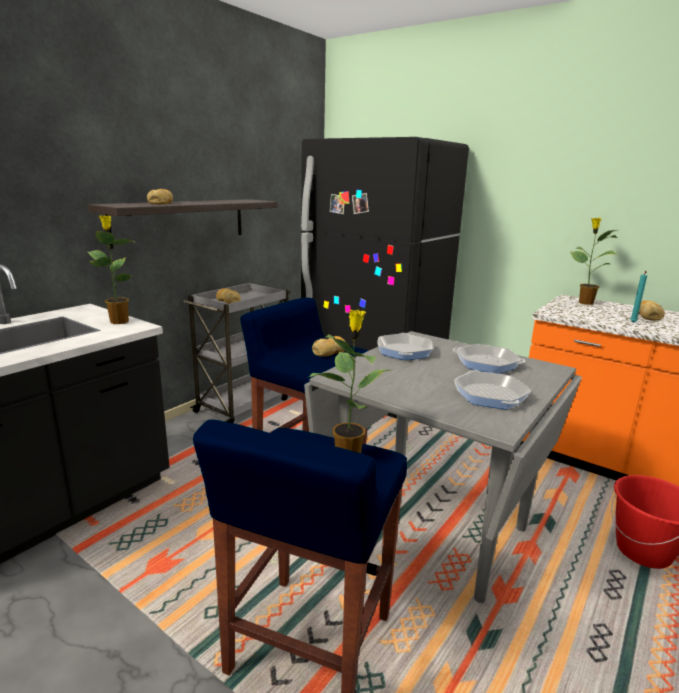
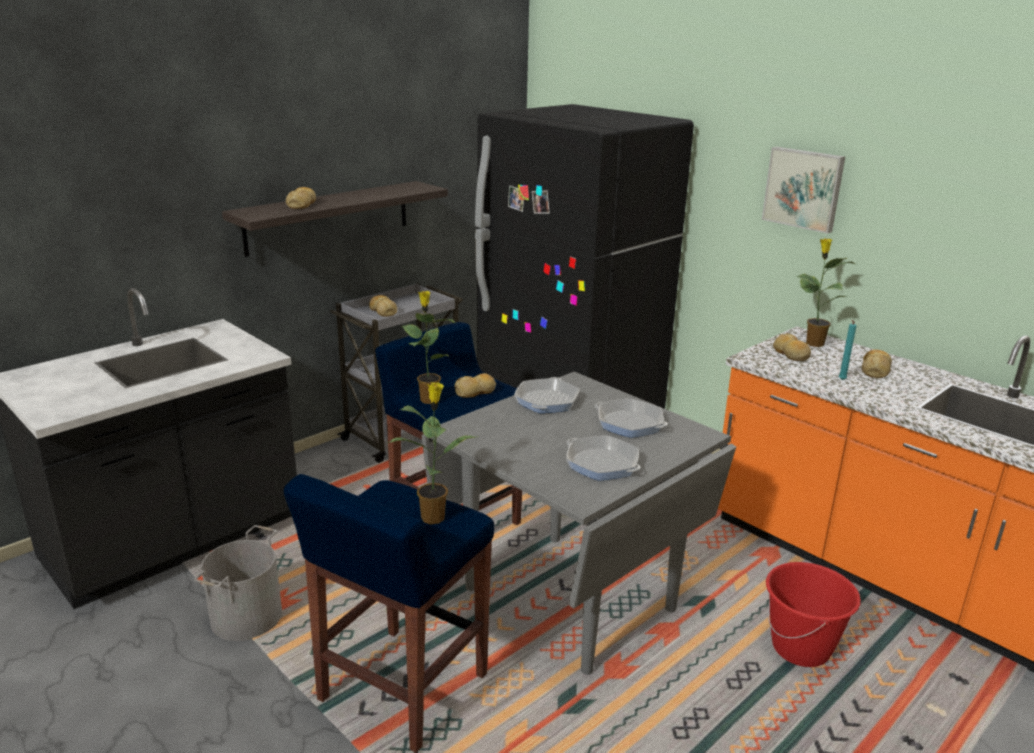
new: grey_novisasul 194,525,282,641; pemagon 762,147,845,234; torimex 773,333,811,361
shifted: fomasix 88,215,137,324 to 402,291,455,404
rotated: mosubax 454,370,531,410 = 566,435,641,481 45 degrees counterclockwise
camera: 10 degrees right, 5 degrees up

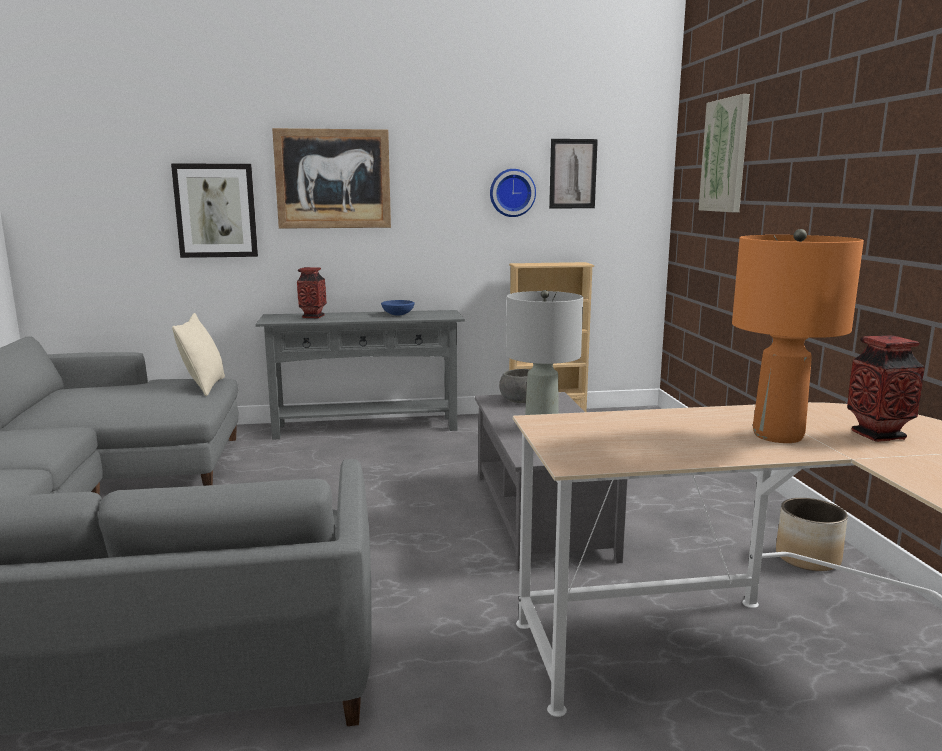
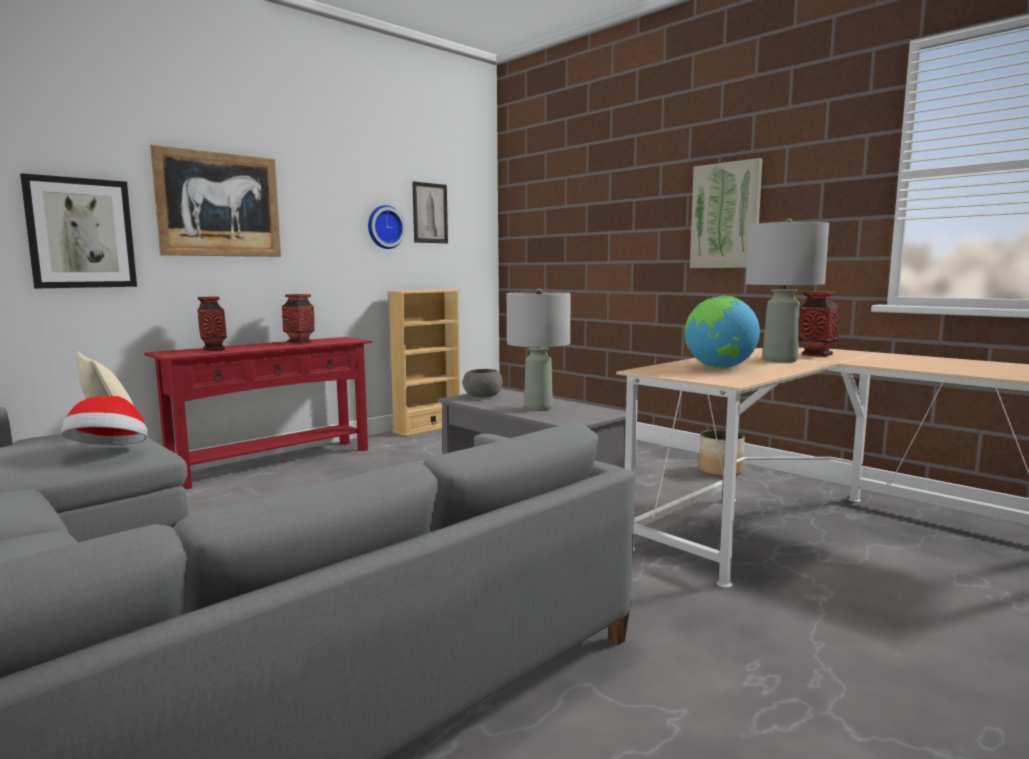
new: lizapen 61,396,147,445; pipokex 685,296,760,369
shifted: pemagon 699,94,750,212 to 690,158,762,268
swapped: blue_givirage 381,300,415,315 to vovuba 282,294,315,344
repainted: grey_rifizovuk 256,310,464,440 to red_rifizovuk 144,337,372,489; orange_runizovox 732,229,864,443 to grey_runizovox 746,219,829,363
camera: 35 degrees left, 5 degrees down

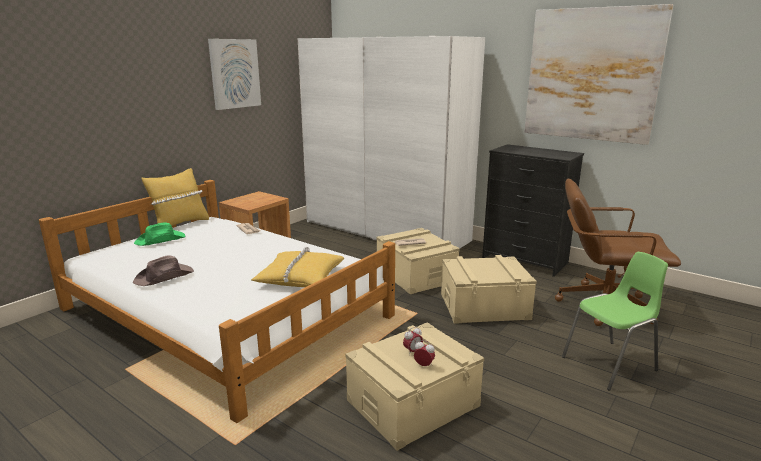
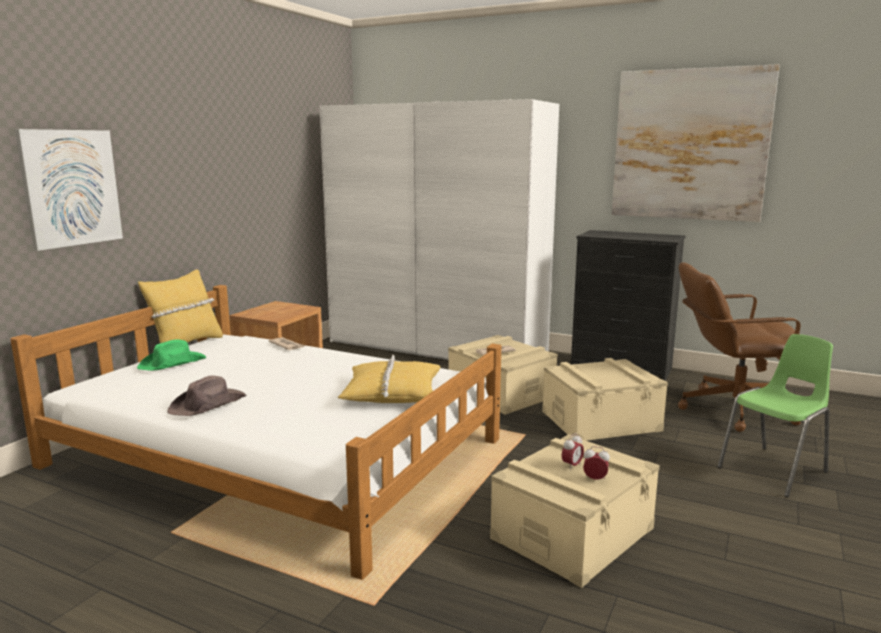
shifted: pemagon 208,39,261,110 to 15,129,123,251
camera: 10 degrees left, 5 degrees down

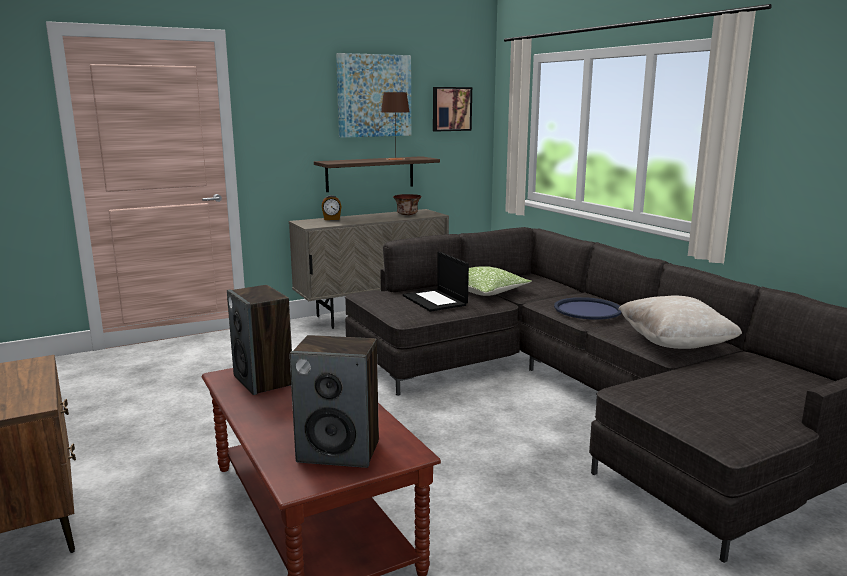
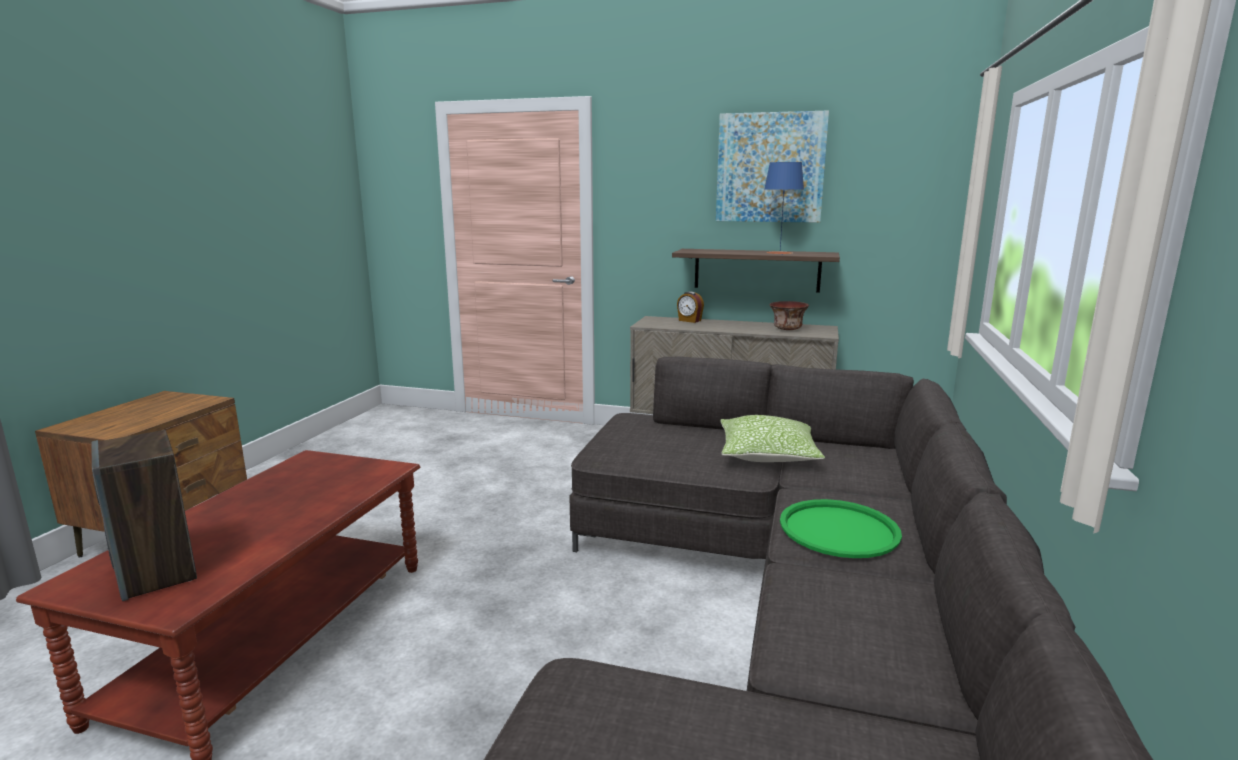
gone: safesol 227,285,292,395; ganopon 403,252,469,312; pemagon 433,87,472,132; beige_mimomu 618,296,742,349
repainted: brown_runizovox 381,92,409,160 to blue_runizovox 764,162,804,254; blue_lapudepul 554,297,622,320 to green_lapudepul 780,499,902,558
camera: 45 degrees right, 0 degrees up

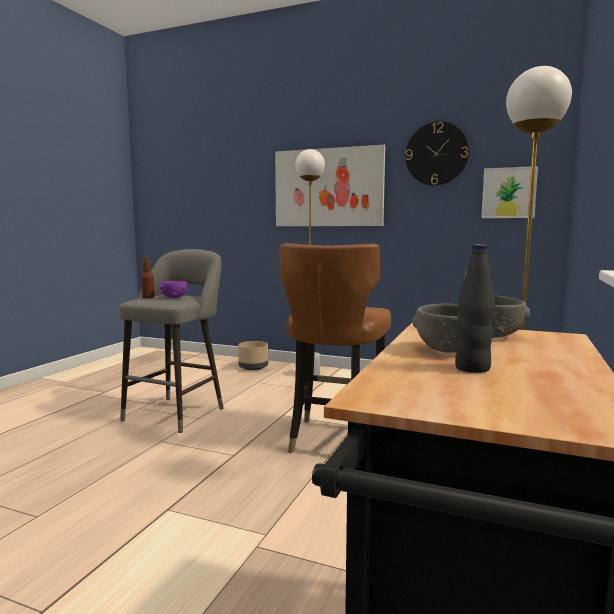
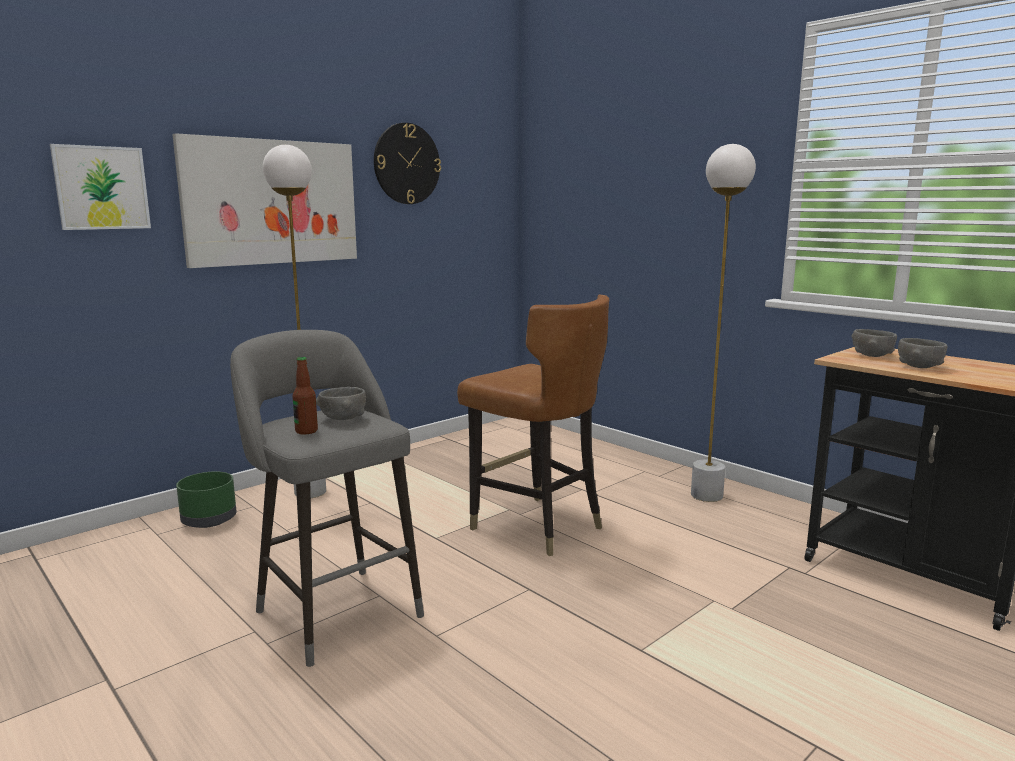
gone: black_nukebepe 455,244,495,373
shifted: pemagon 481,166,538,218 to 50,144,151,230
repainted: purple_givirage 160,281,187,298 to grey_givirage 316,387,366,420; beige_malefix 238,341,268,370 to green_malefix 176,471,236,528
camera: 65 degrees left, 5 degrees up

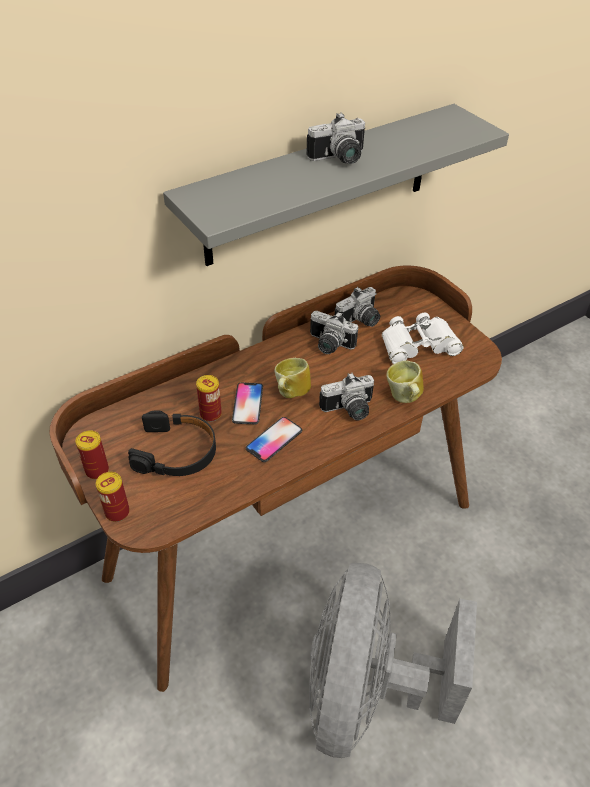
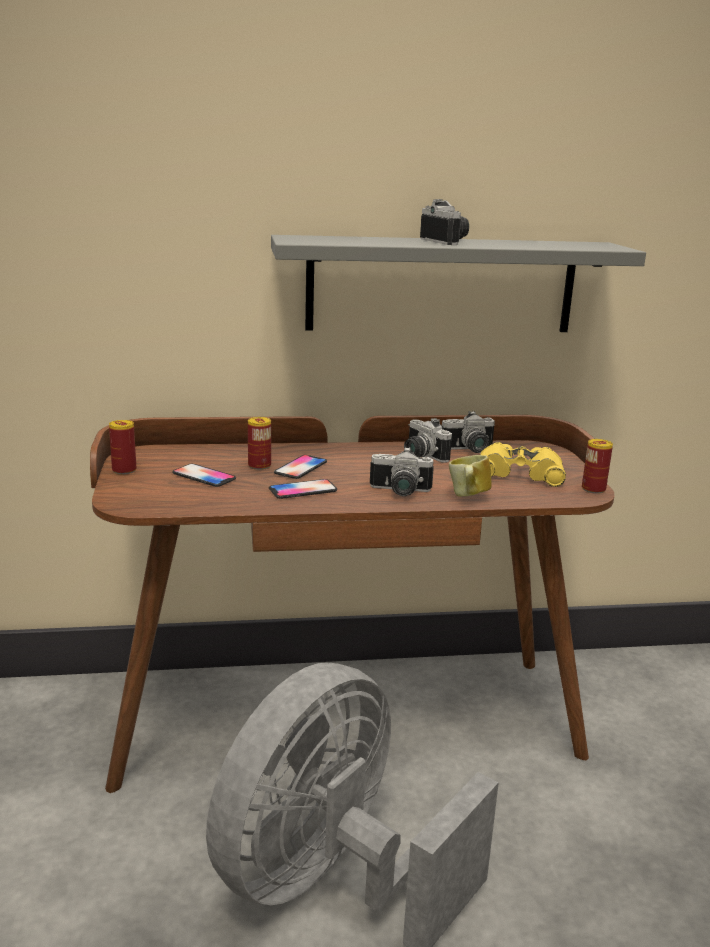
gone: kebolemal 275,358,311,398
shifted: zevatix 96,472,130,522 to 582,439,613,494
swapped: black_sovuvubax 128,411,216,476 to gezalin 172,464,236,487
repainted: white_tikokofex 382,312,464,364 to yellow_tikokofex 480,442,566,487
rotated: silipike 306,112,365,164 = 420,199,469,245 120 degrees counterclockwise
camera: 25 degrees right, 25 degrees down

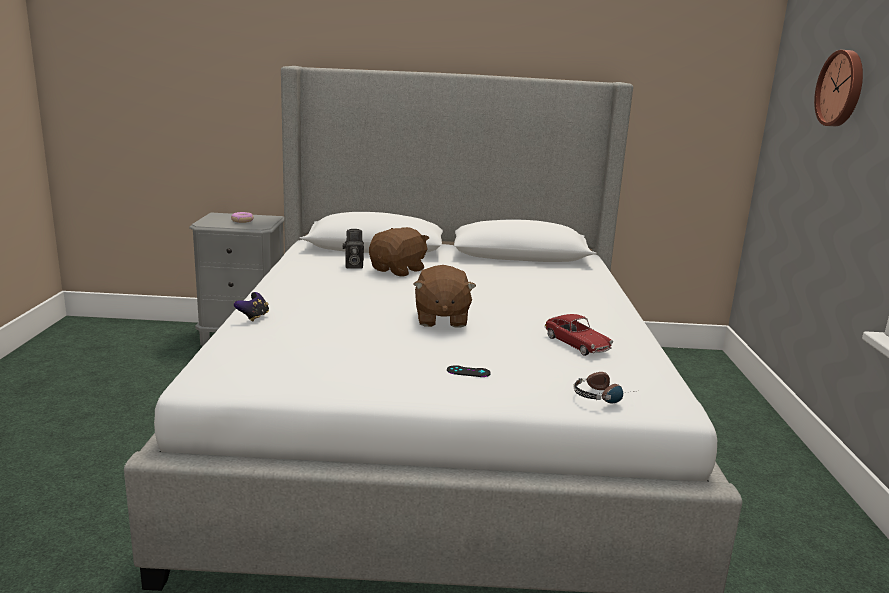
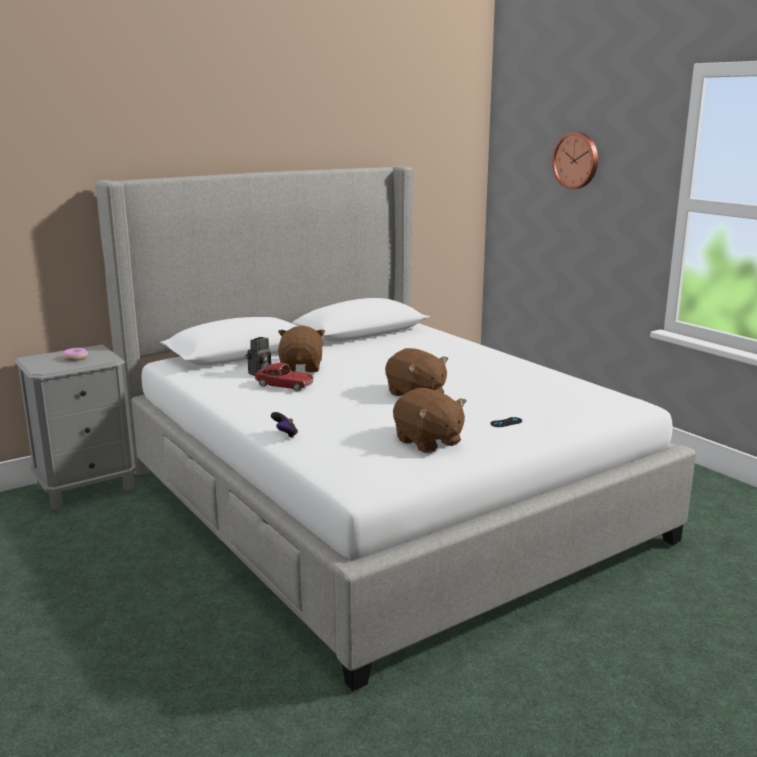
gone: sovuvubax 573,372,635,403
new: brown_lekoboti 393,388,466,453
shifted: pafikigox 545,314,613,356 to 255,363,314,391
camera: 35 degrees left, 0 degrees up

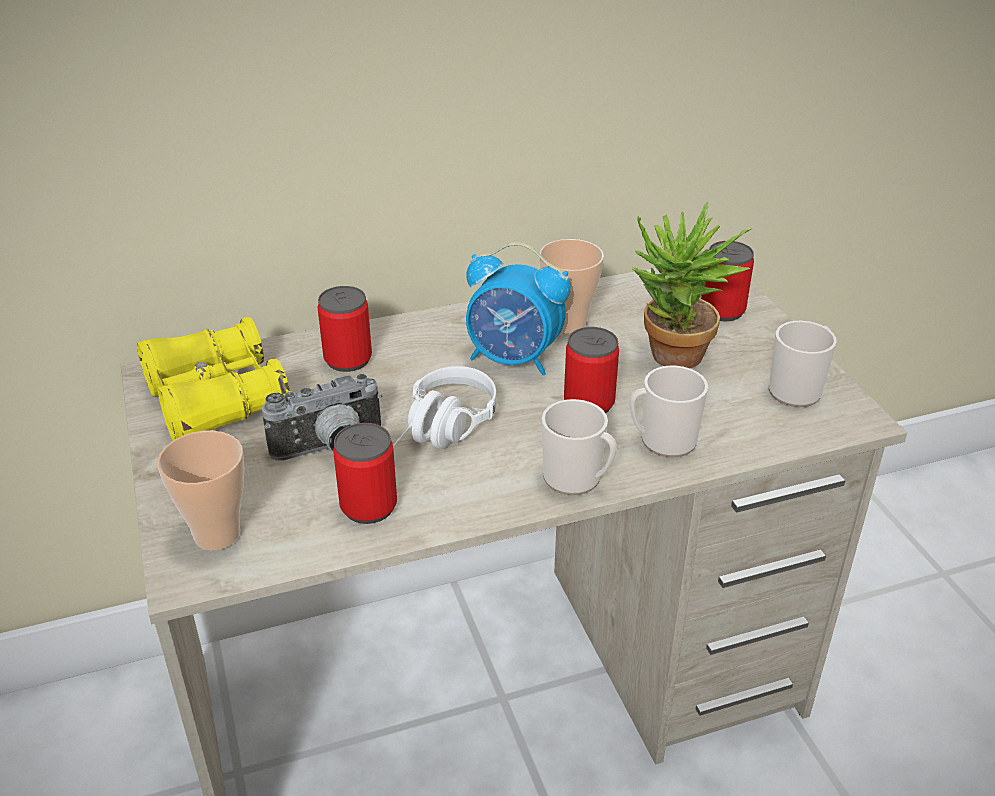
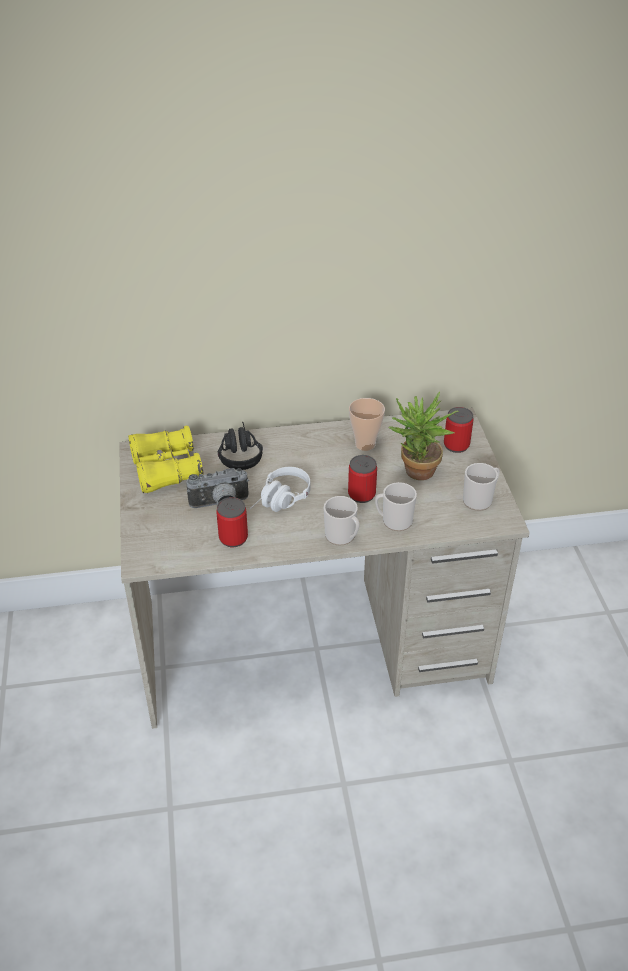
gone: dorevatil 157,431,244,550; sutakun 466,242,571,375
swapped: zevatix 317,286,372,372 to black_sovuvubax 218,422,263,470
camera: 10 degrees right, 5 degrees up

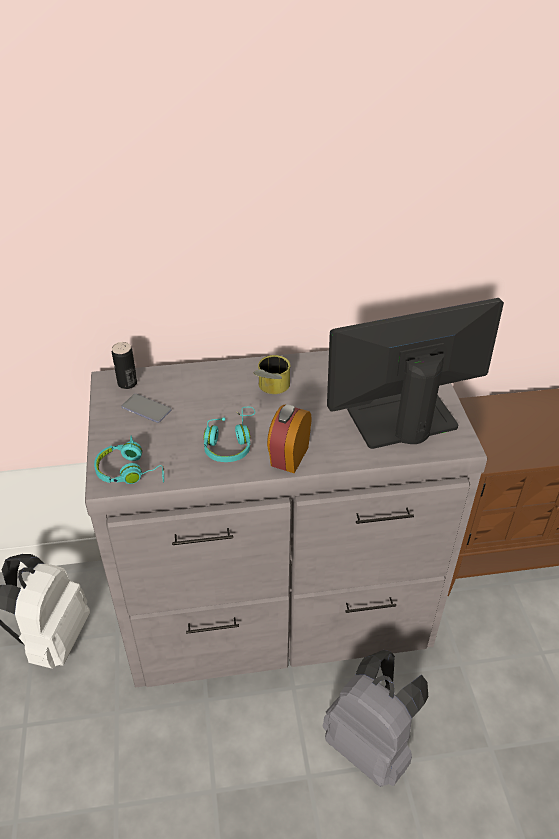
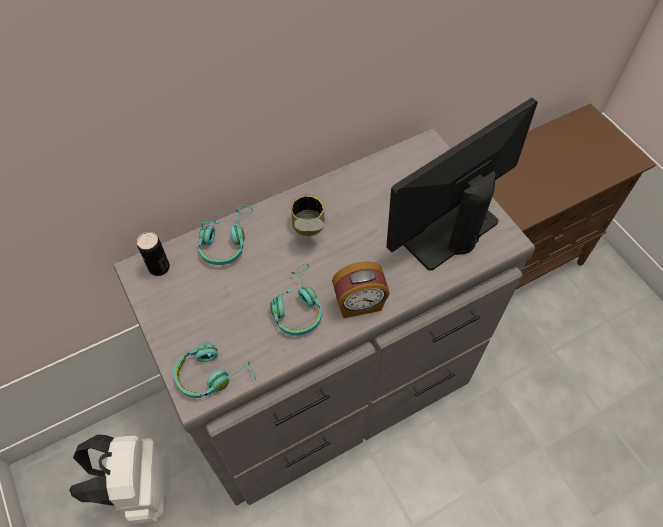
gone: gezalin 122,394,172,423; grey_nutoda 323,650,428,787
new: turquoise_sovuvubax 198,206,253,265
rotated: sutakun 267,404,312,473 = 332,261,390,318 105 degrees counterclockwise
camera: 20 degrees left, 15 degrees up

